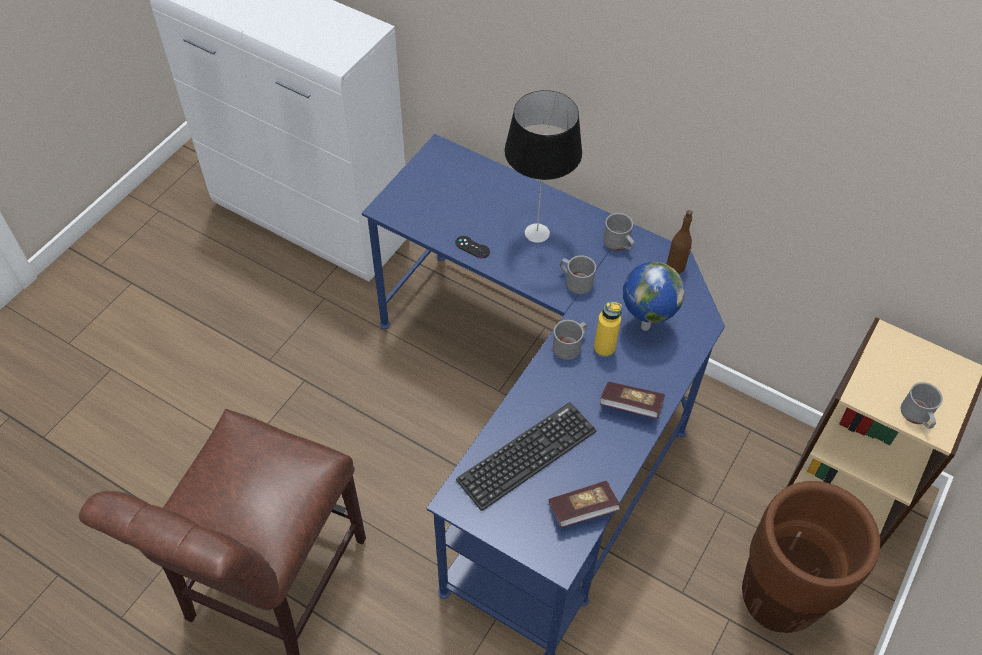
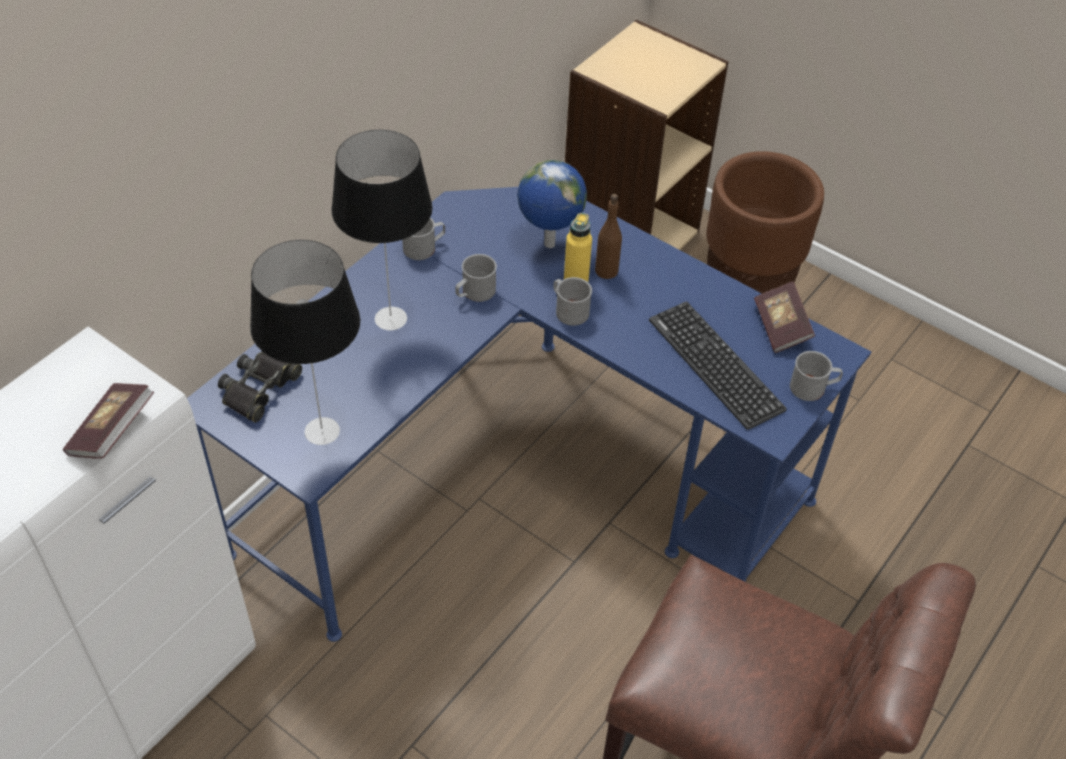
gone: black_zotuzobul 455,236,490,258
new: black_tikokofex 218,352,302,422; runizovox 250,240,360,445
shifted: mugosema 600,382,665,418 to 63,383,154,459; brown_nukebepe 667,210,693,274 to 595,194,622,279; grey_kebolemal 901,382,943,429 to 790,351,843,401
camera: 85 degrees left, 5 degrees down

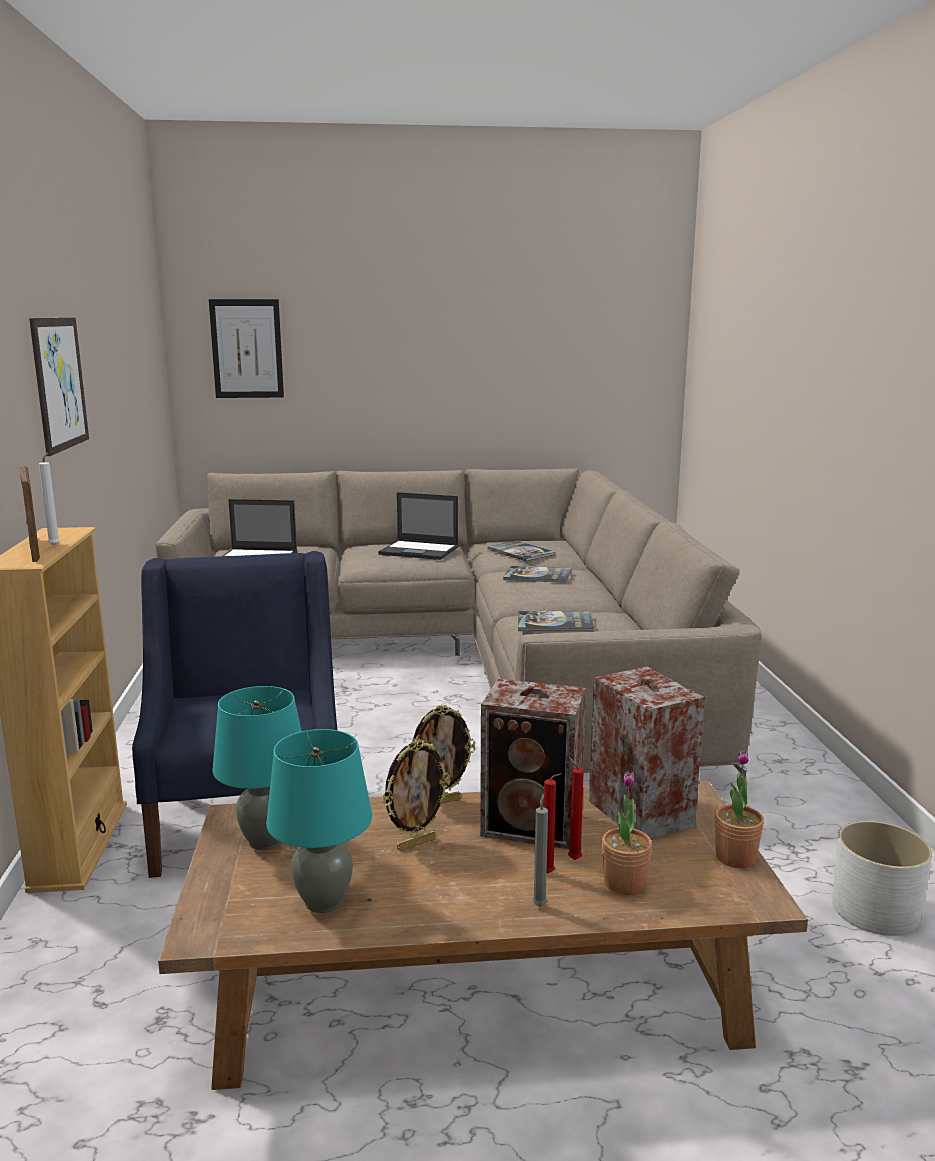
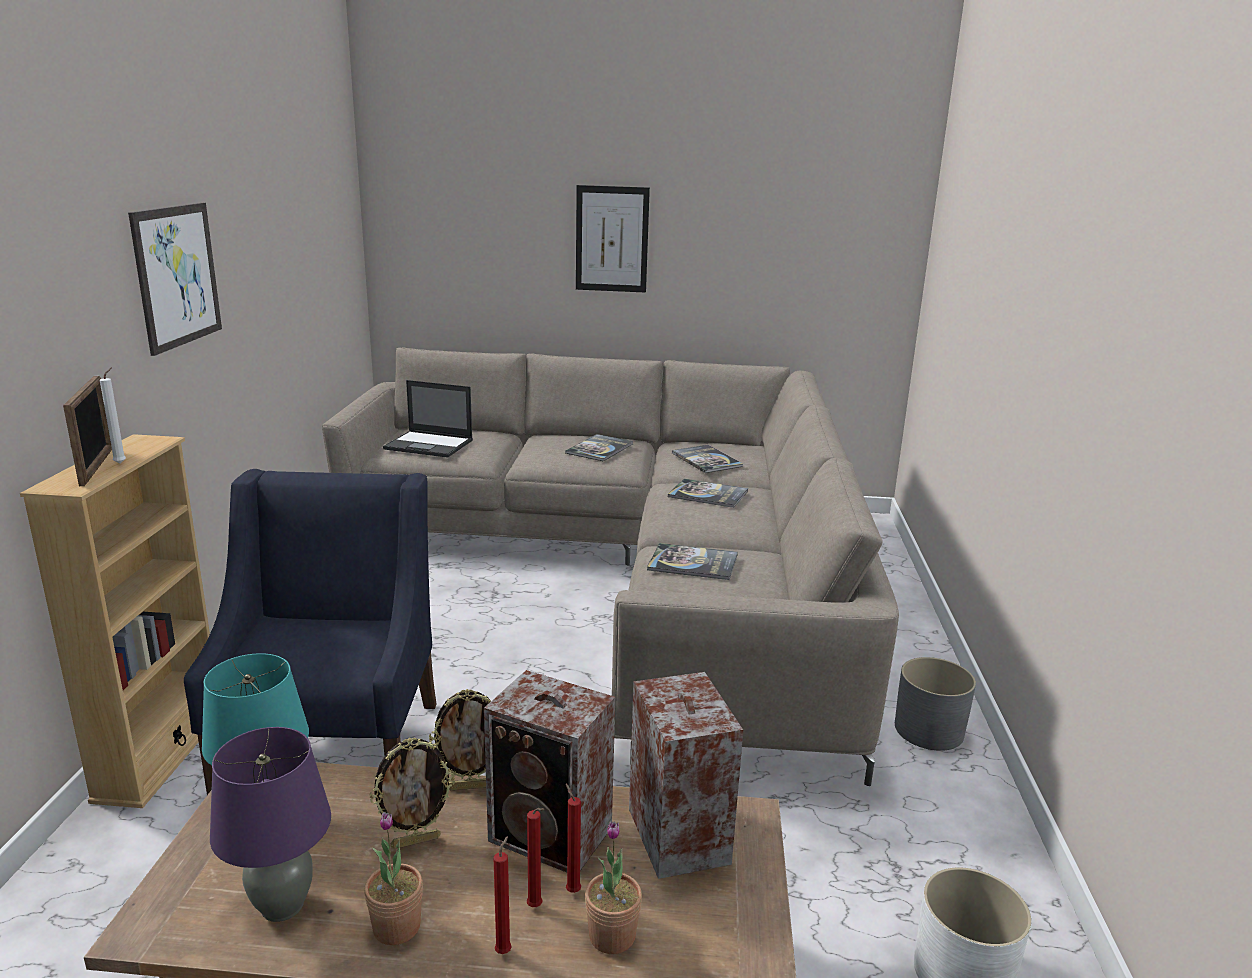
new: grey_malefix 895,657,976,751
shifted: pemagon 209,299,284,398 to 576,185,650,293; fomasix 715,750,764,868 to 364,812,423,945
swapped: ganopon 378,492,458,560 to mugosema 565,434,633,462
repainted: turquoise_runizovox 266,729,372,913 to purple_runizovox 210,727,331,922; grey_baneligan 532,793,548,906 to red_baneligan 493,836,512,954
camera: 10 degrees right, 5 degrees up

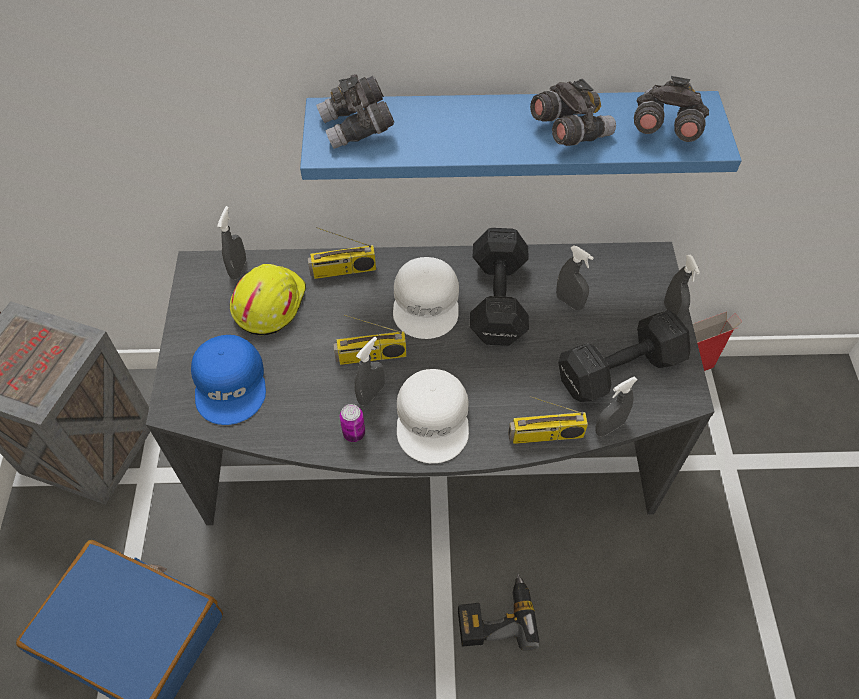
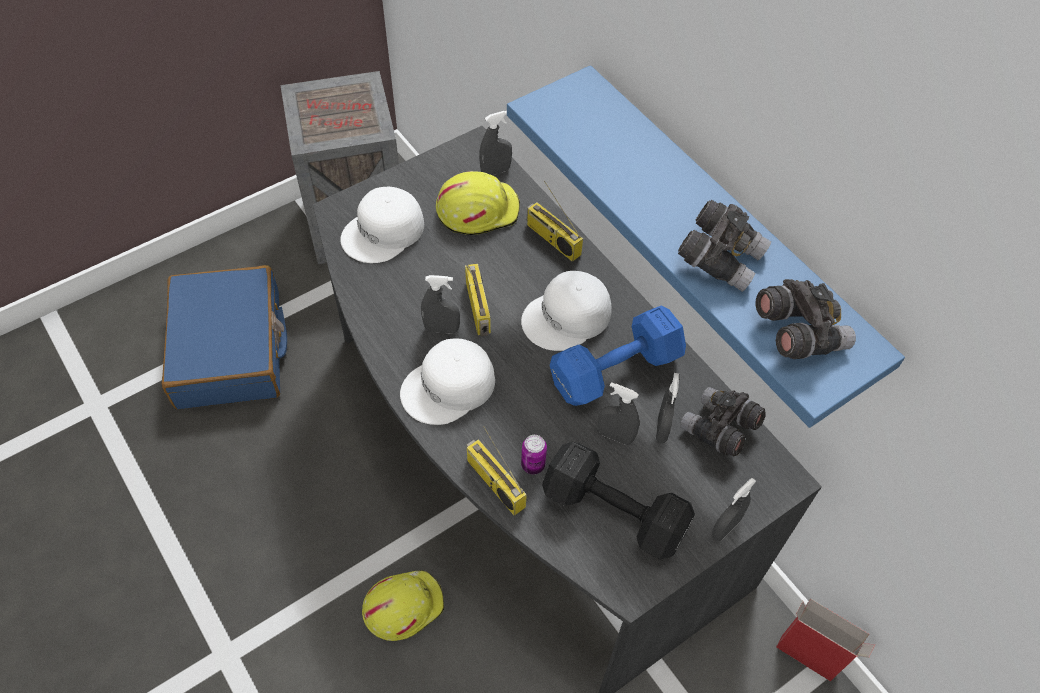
shifted: grey_tikokofex 316,74,394,149 to 680,387,766,456; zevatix 340,404,365,442 to 521,435,547,474; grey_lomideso 595,376,637,437 to 598,382,639,445
swapped: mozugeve 458,573,539,651 to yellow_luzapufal 362,570,444,641
repainted: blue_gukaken 191,335,266,425 to white_gukaken 340,187,424,263; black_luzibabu 470,228,529,346 to blue_luzibabu 550,306,686,406
rotated: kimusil 333,315,407,365 = 465,263,491,336 150 degrees counterclockwise
camera: 55 degrees right, 0 degrees up

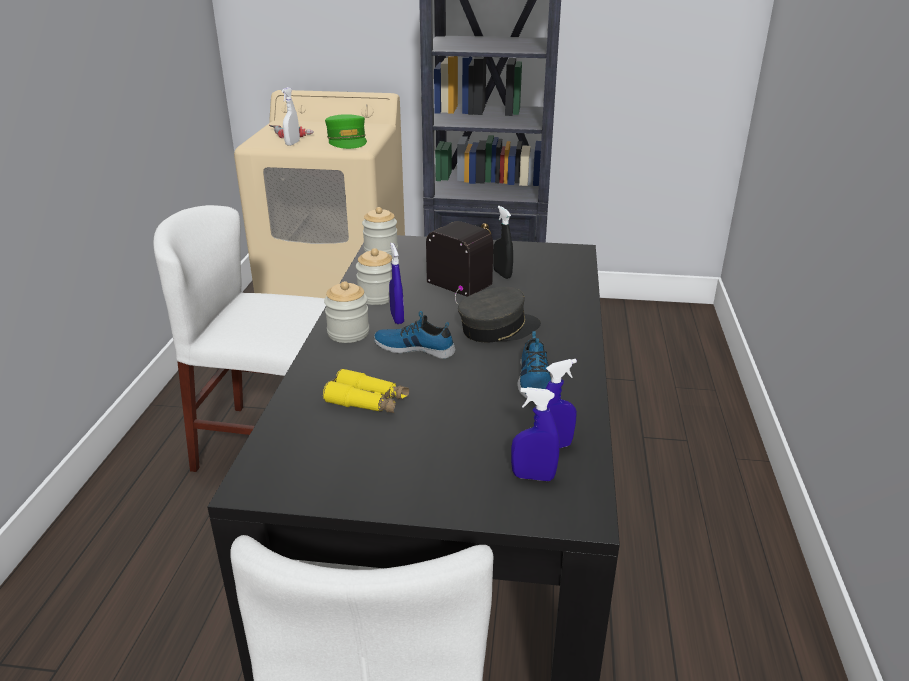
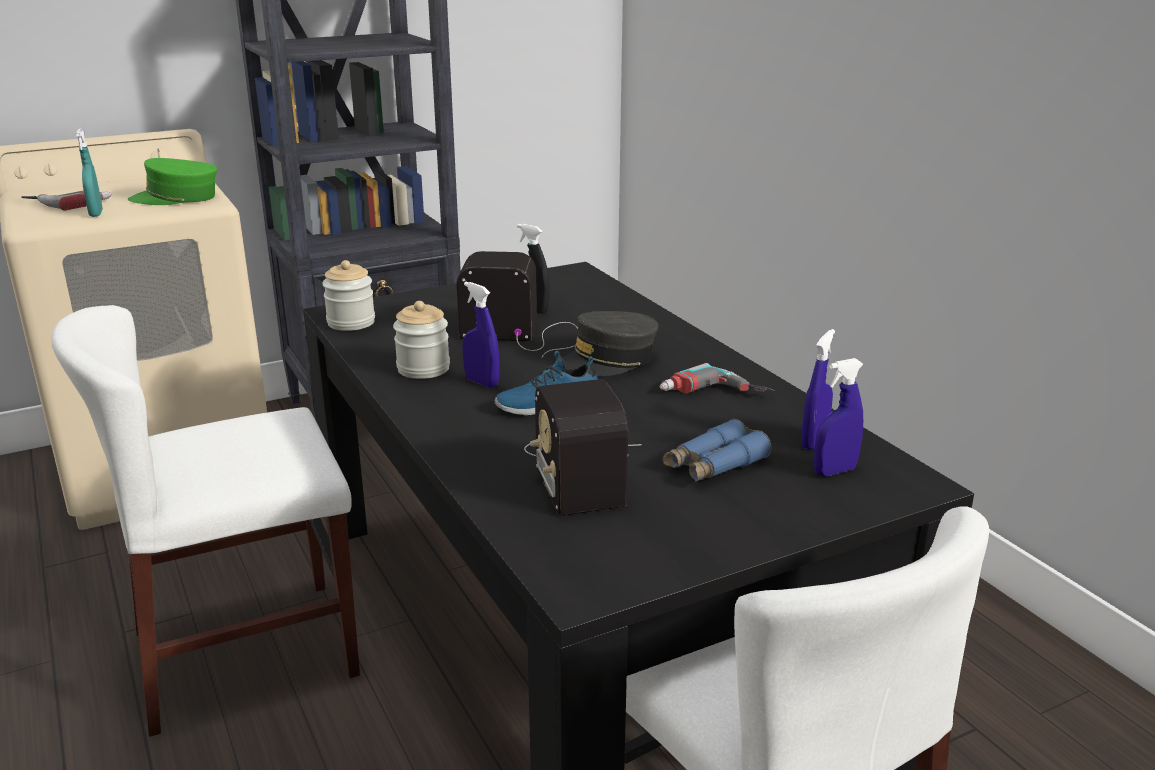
gone: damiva 324,281,369,343
new: blue_tikokofex 663,419,771,482
swapped: yellow_tikokofex 323,368,409,413 to kimusil 524,379,642,516; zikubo 517,331,551,399 to mozugeve 660,363,775,393
repainted: white_lomideso 281,87,300,146 to turquoise_lomideso 76,129,103,217
rotated: green_gukaken 325,114,367,149 = 128,158,217,205 135 degrees clockwise; grey_gukaken 458,287,541,342 = 562,311,659,376 150 degrees counterclockwise
camera: 35 degrees left, 5 degrees down

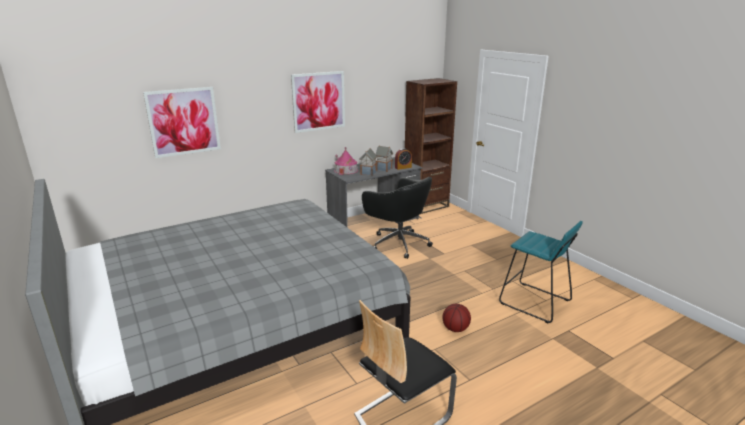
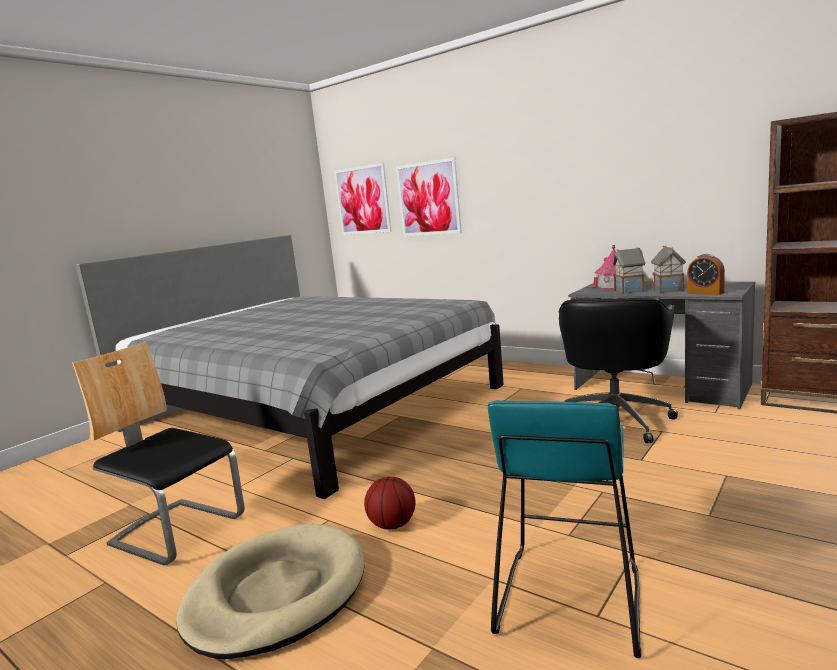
new: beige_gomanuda 176,524,365,659
shifted: pemagon 291,71,345,133 to 334,163,392,235
camera: 70 degrees right, 10 degrees down

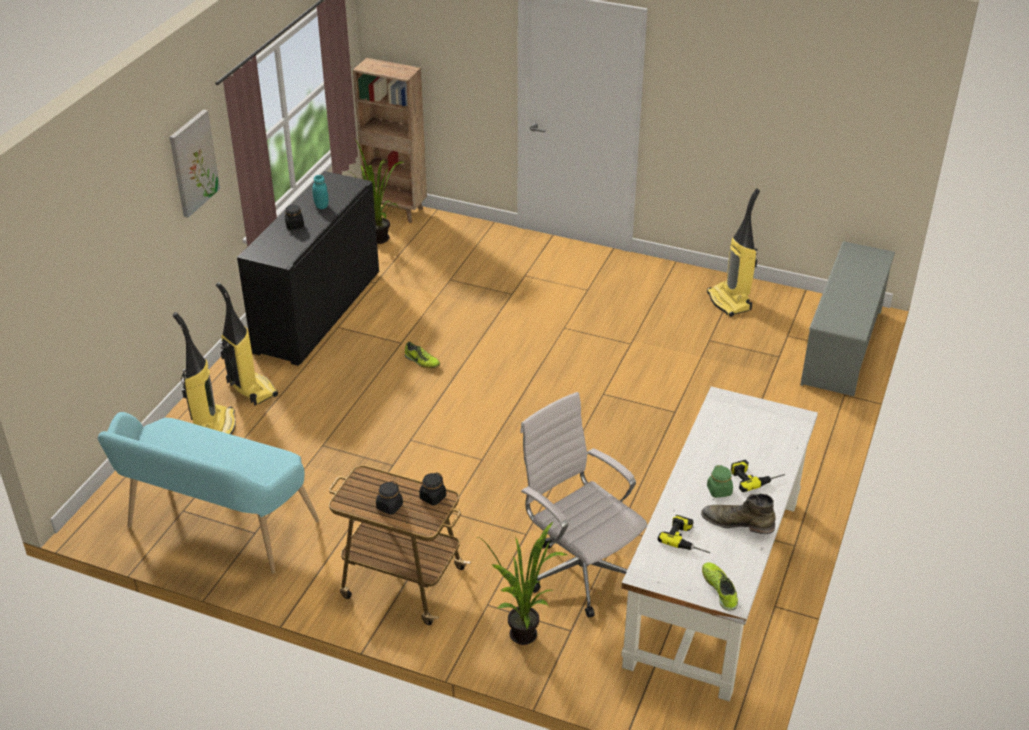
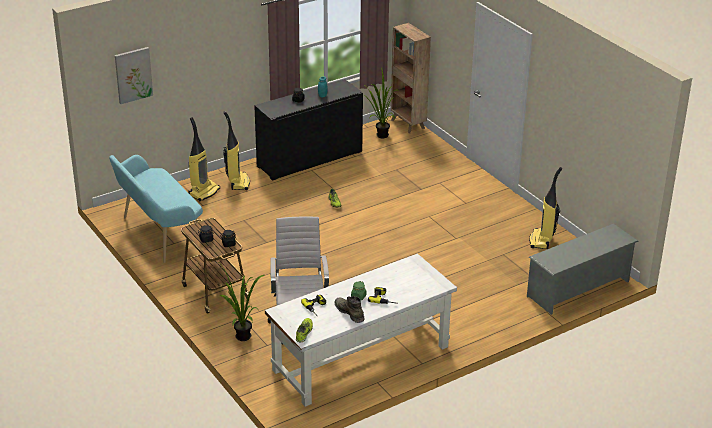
shifted: pemagon 170,109,220,218 to 115,47,153,104
camera: 35 degrees right, 5 degrees down

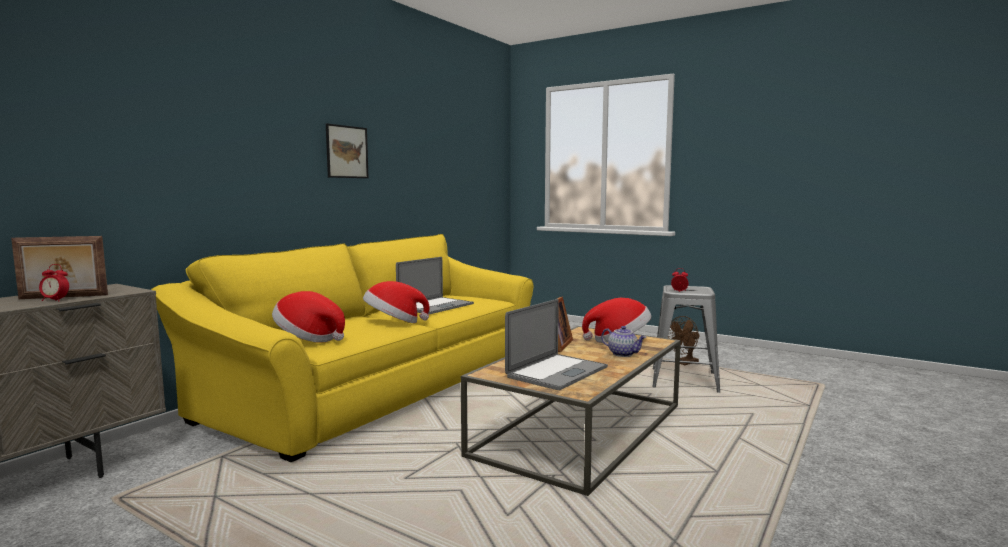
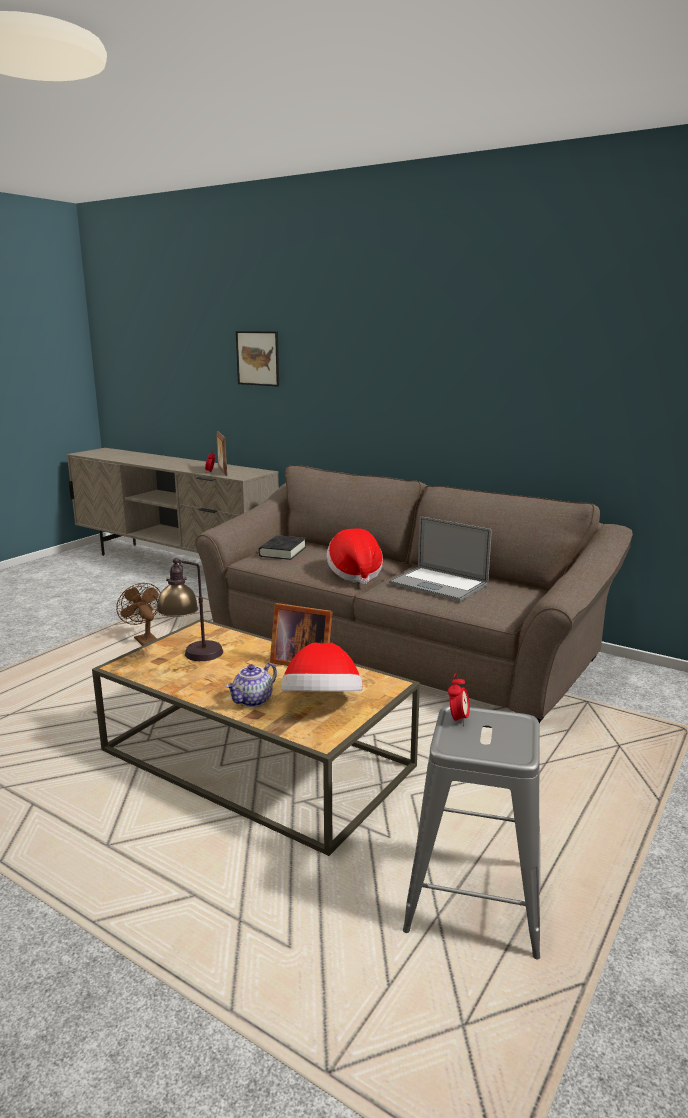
shifted: pemagon 326,123,369,178 to 236,331,279,386; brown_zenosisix 668,316,699,365 to 116,583,161,646
swapped: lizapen 272,291,345,342 to black_mugosema 259,535,306,560; ganopon 505,299,608,390 to runizovox 156,558,223,661
repainted: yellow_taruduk 151,234,533,462 to brown_taruduk 195,465,633,723
camera: 90 degrees right, 10 degrees up

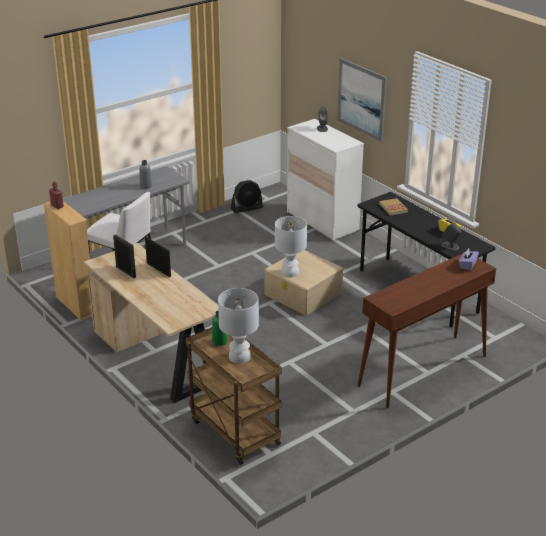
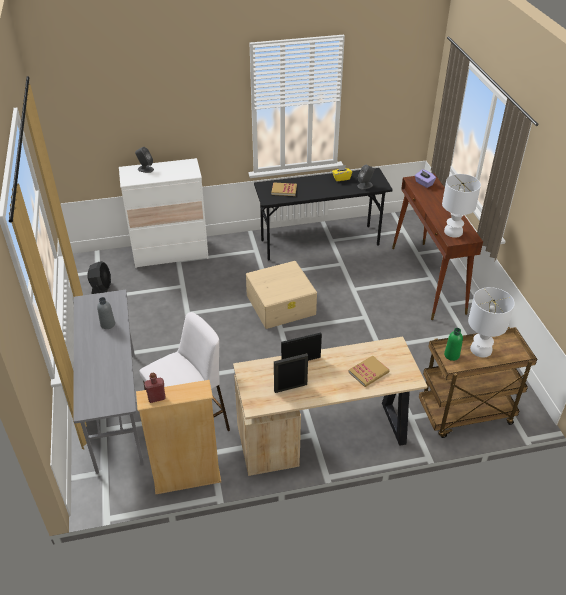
gone: pemagon 337,58,387,142
new: mugosema 348,355,390,387
shifted: white_runizovox 275,216,307,277 to 442,174,481,238
camera: 65 degrees left, 10 degrees up

